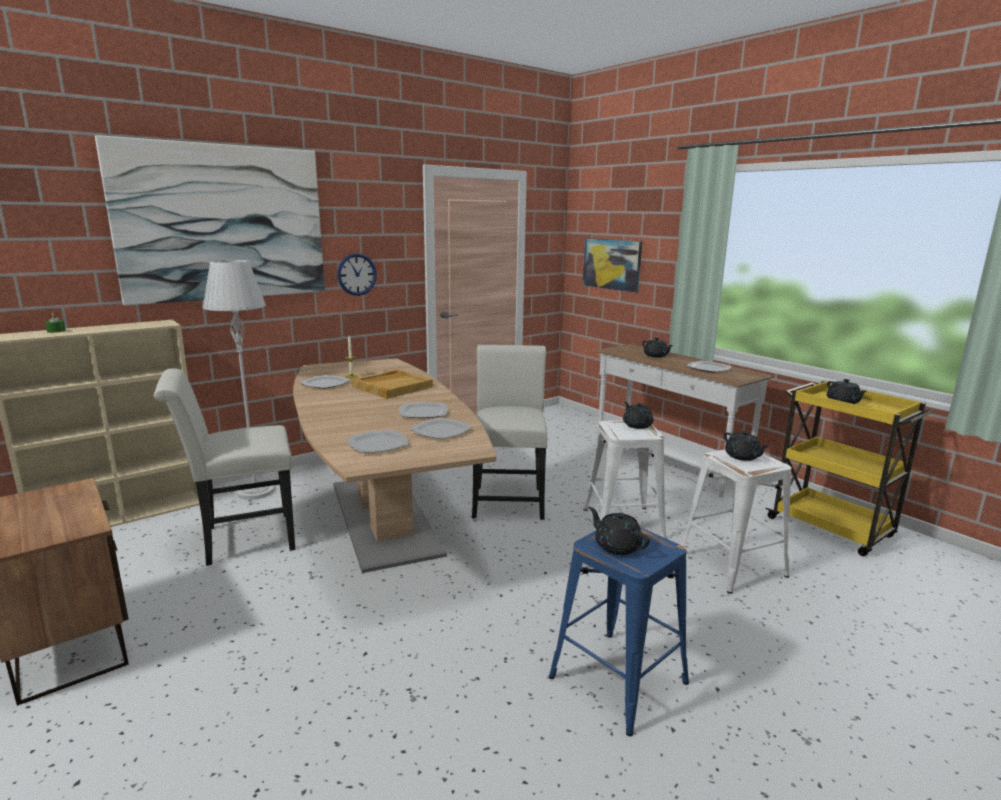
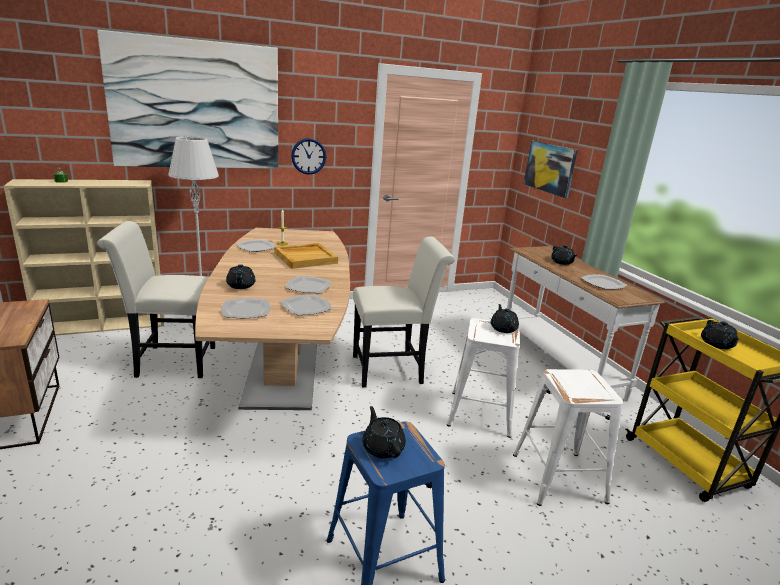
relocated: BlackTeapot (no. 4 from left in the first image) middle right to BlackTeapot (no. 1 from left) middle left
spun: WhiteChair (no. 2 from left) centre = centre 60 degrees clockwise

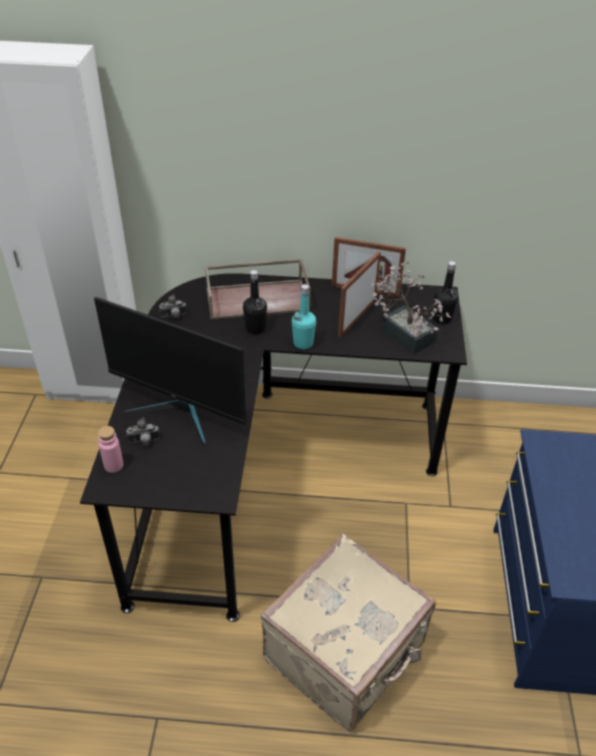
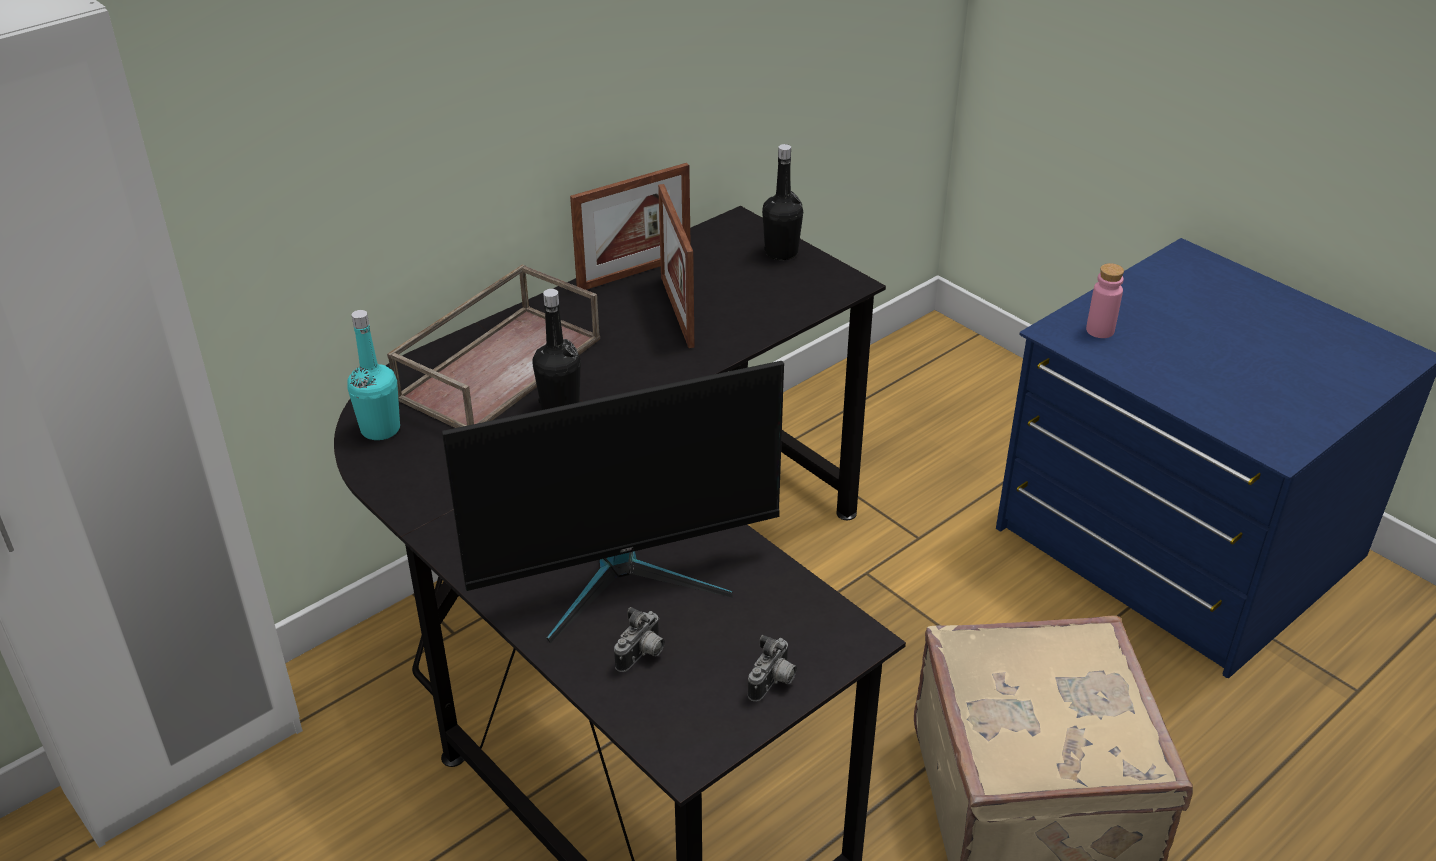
missing: PottedPlant middle right
relocated: PinkBottle middle left to middle right; PhotoCamera (no. 2 from left) middle left to bottom centre; TurquoiseBottle centre to middle left

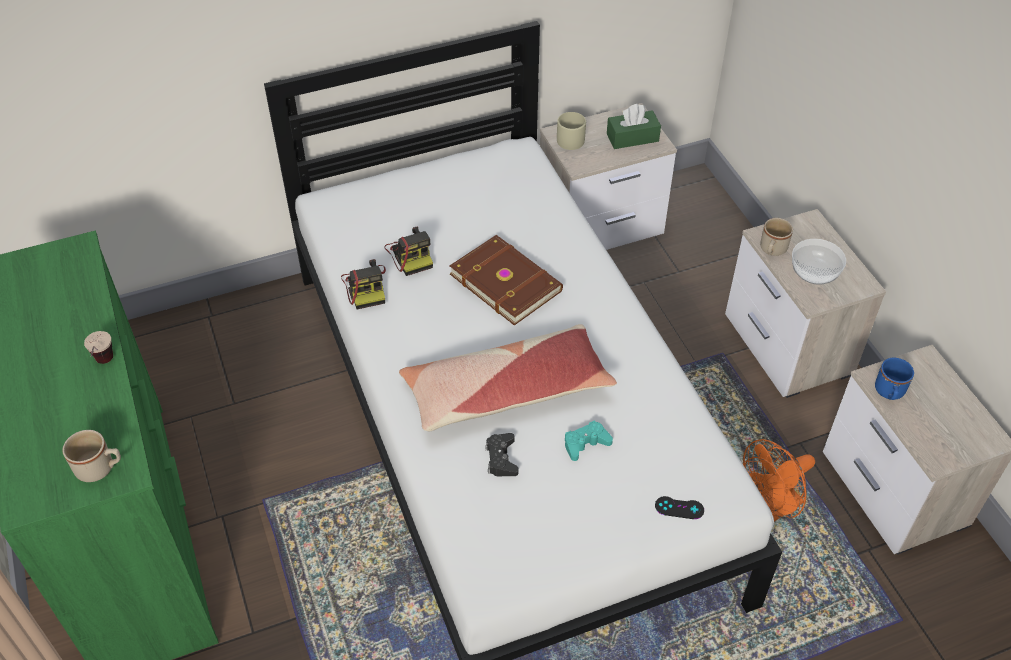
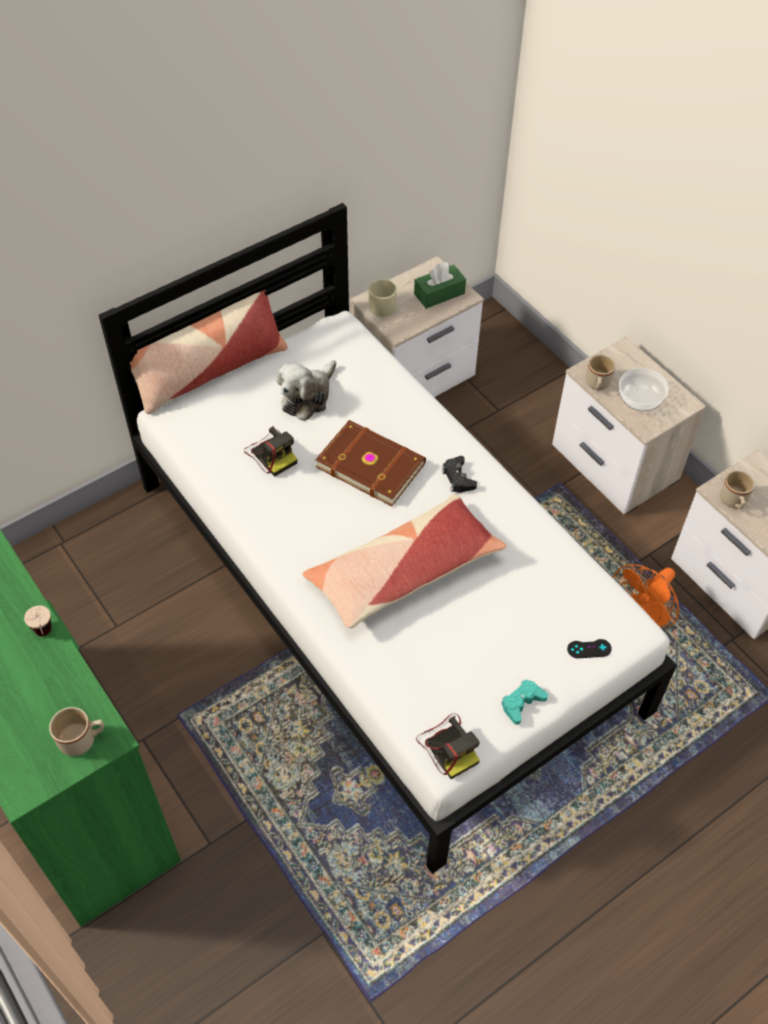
appeared: Pillow (no. 1 from left) middle left; PlushToy centre
relocated: PhotoCamera (no. 1 from left in the first image) centre to PhotoCamera (no. 2 from left) bottom centre; BlackGameController (no. 1 from left) bottom centre to centre; TurquoiseGameController bottom centre to bottom right
colour: BlueMug middle right to BeigeMug (no. 4 from left) middle right

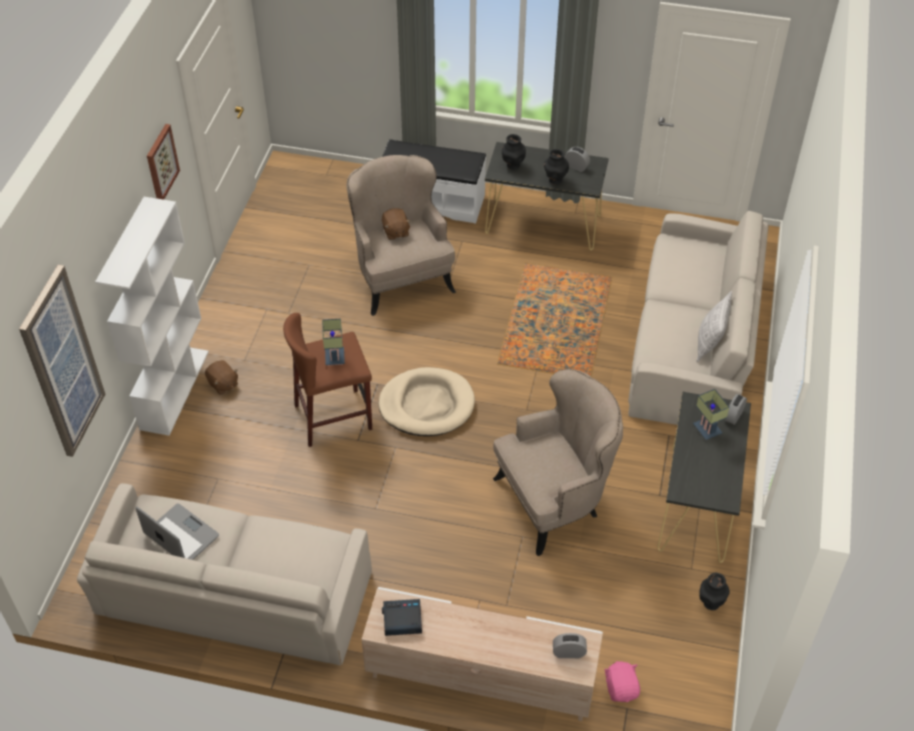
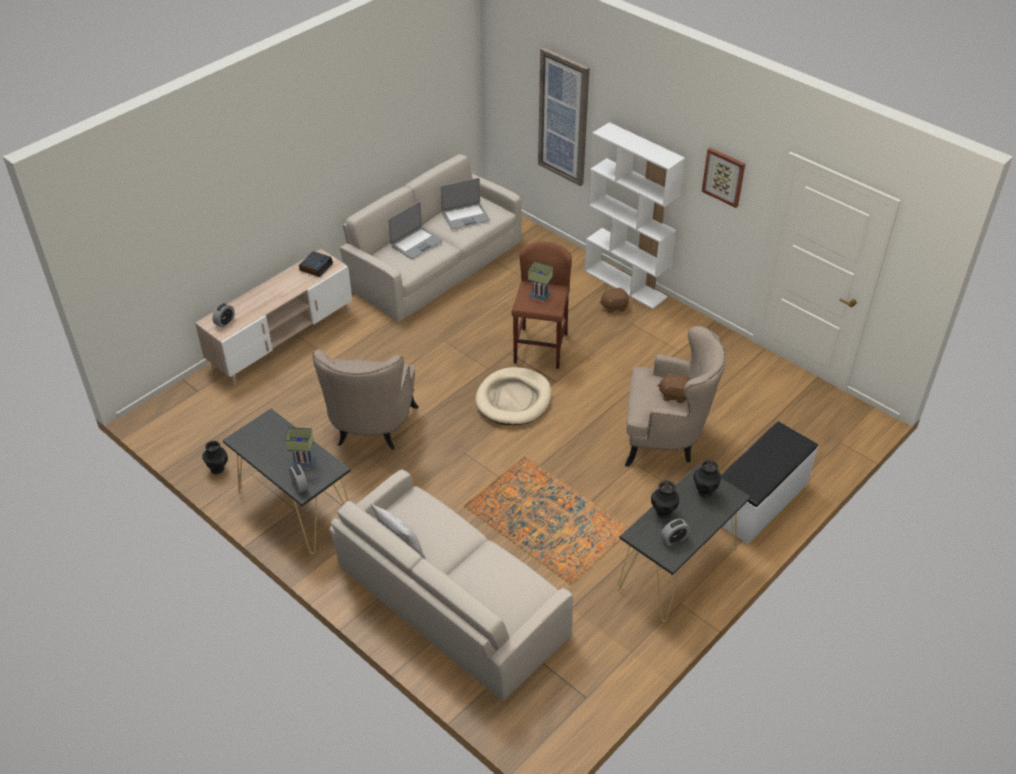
missing: PinkPlushToy bottom right
appeared: Laptop (no. 1 from left) top centre

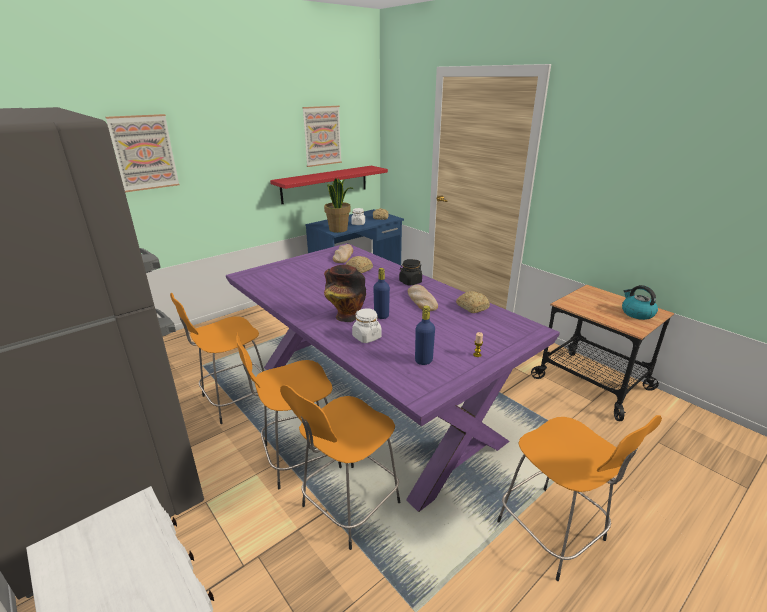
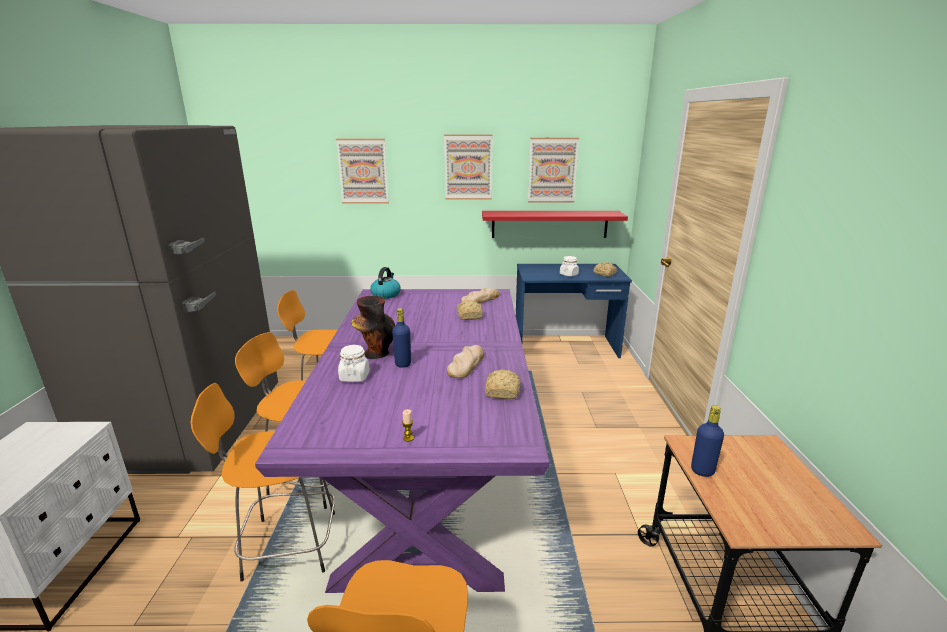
missing: PottedPlant centre; BlackJar centre
appeared: Picture (no. 2 from left) top centre
relocated: BlueBottle (no. 2 from left) centre to bottom right; Kettle middle right to centre

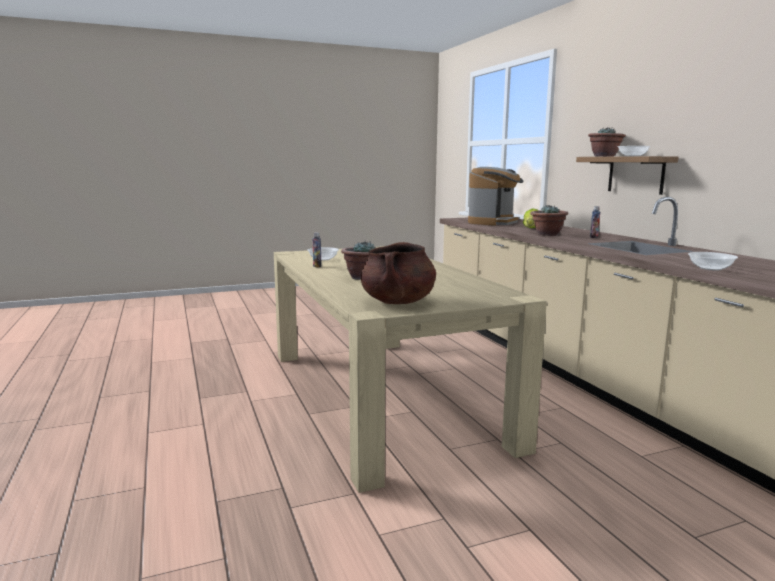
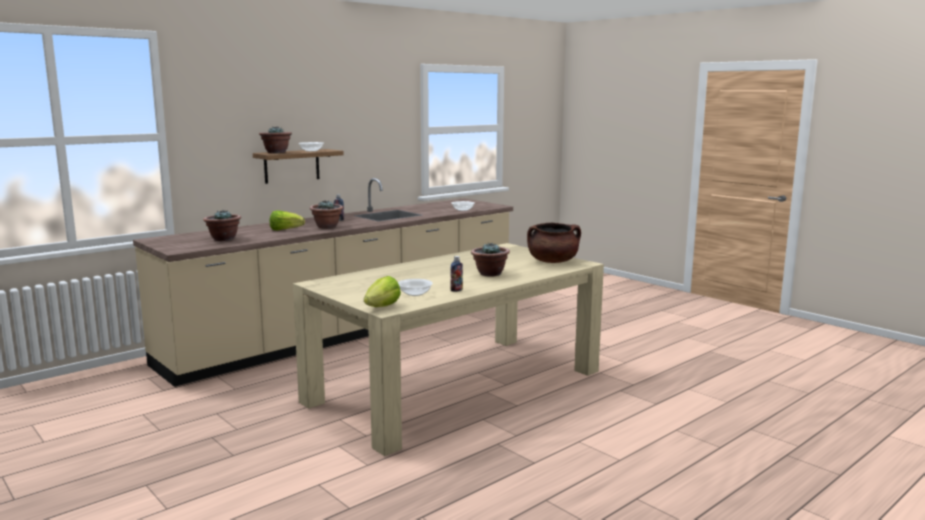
appeared: Lettuce (no. 2 from left) centre
exchanged: CoffeeMachine centre to PottedPlant (no. 1 from left) middle left

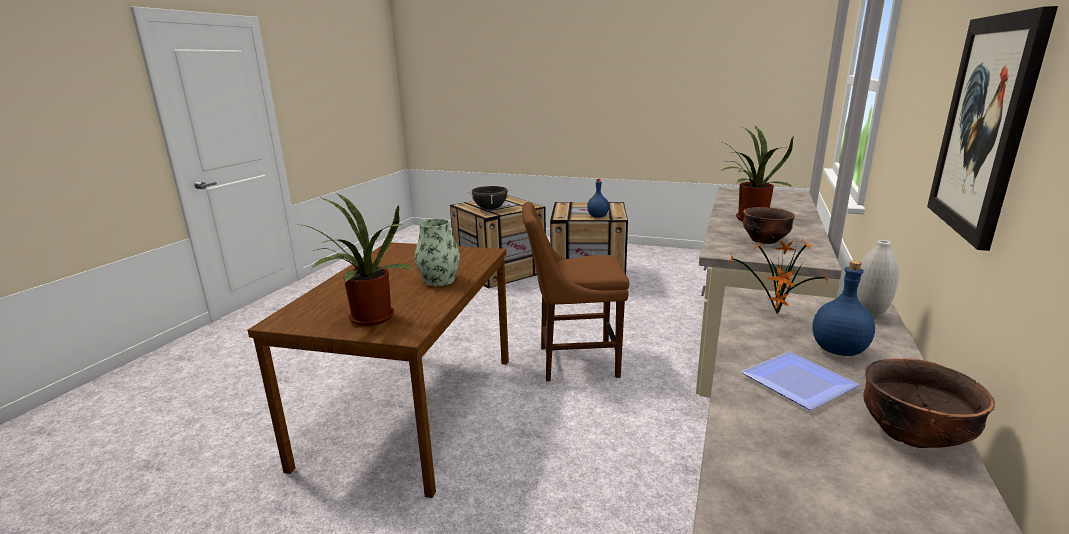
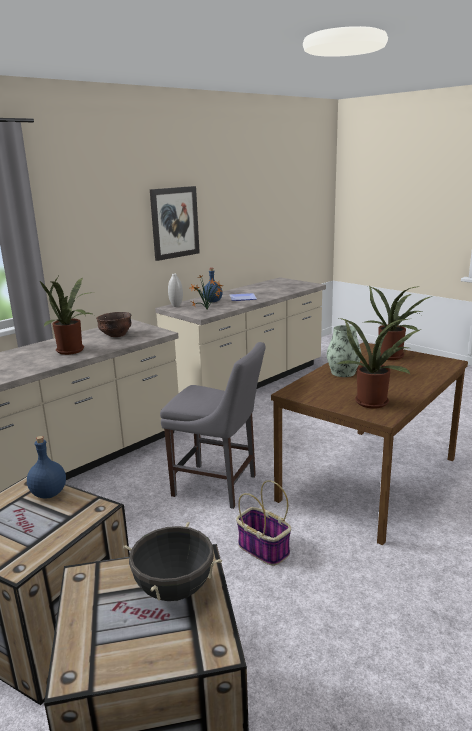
missing: BrownBowl (no. 2 from left) bottom right
appeared: Basket bottom centre; PottedPlant (no. 3 from left) middle right
colour: BrownChair centre to GreyChair centre

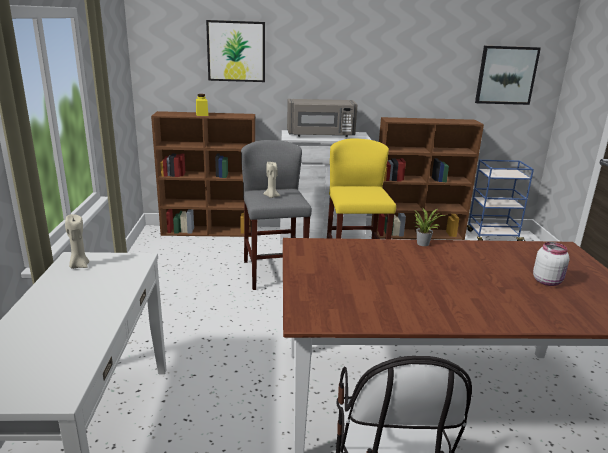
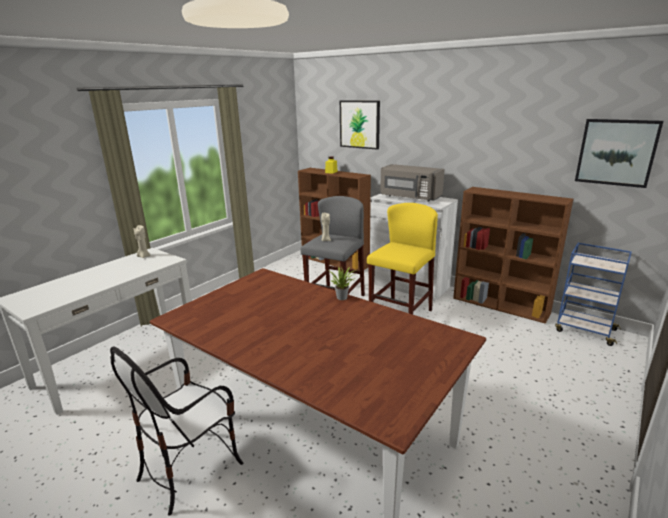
missing: WhiteJar middle right

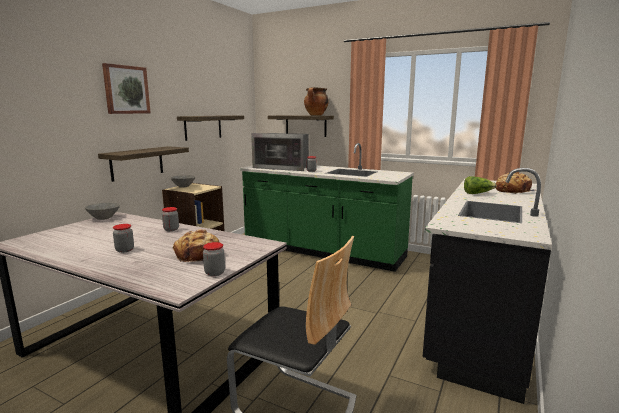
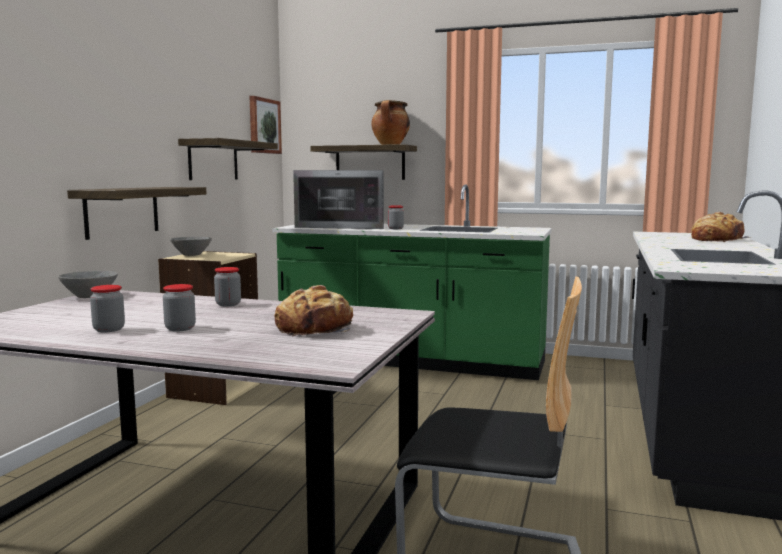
missing: Lettuce middle right
relocated: Picture top left to top centre; Jar (no. 3 from left in the first image) centre to Jar (no. 1 from left) middle left

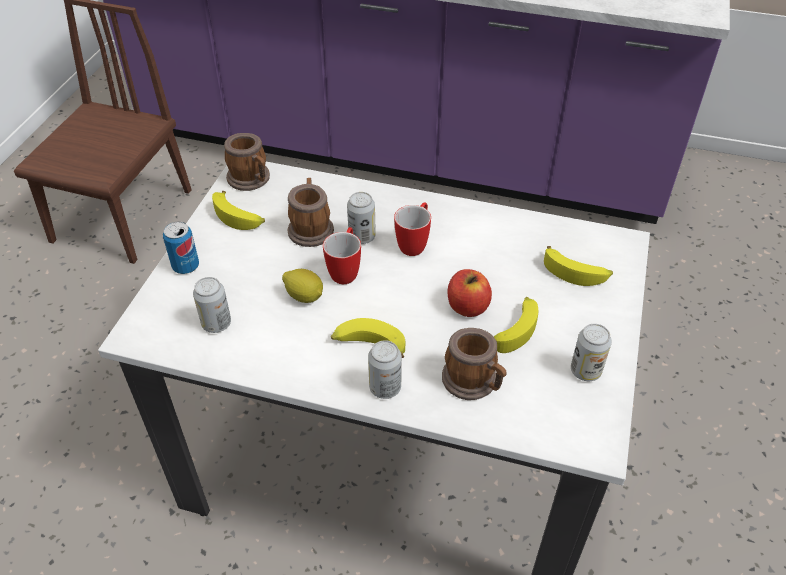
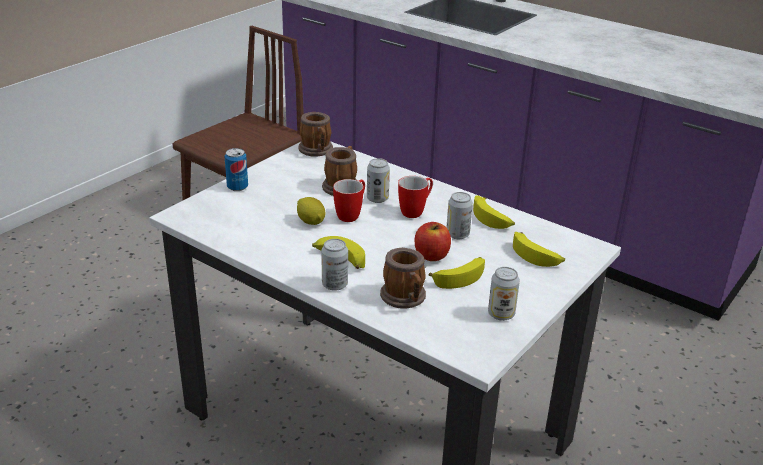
relocated: Can (no. 2 from left in the first image) middle left to Can (no. 4 from left) centre; Banana (no. 1 from left in the first image) middle left to Banana (no. 3 from left) centre

